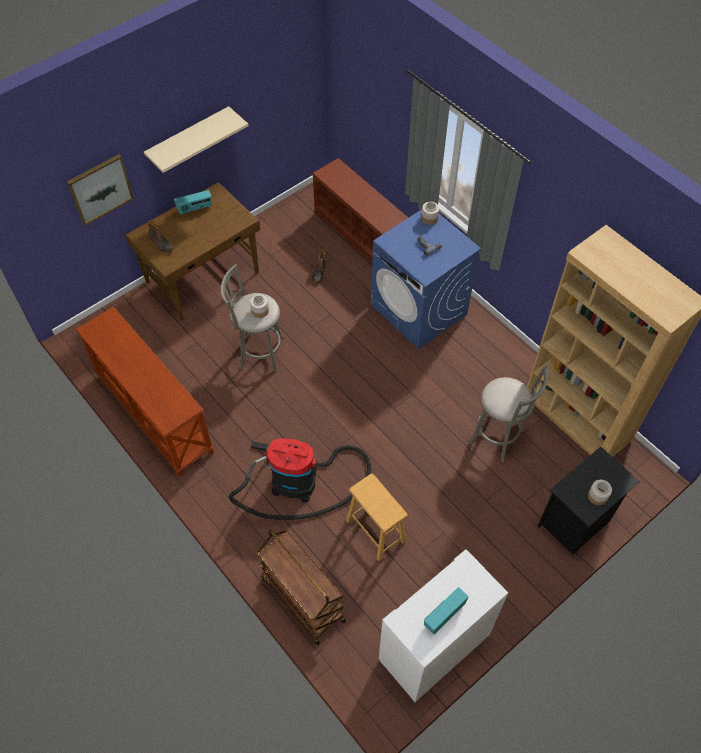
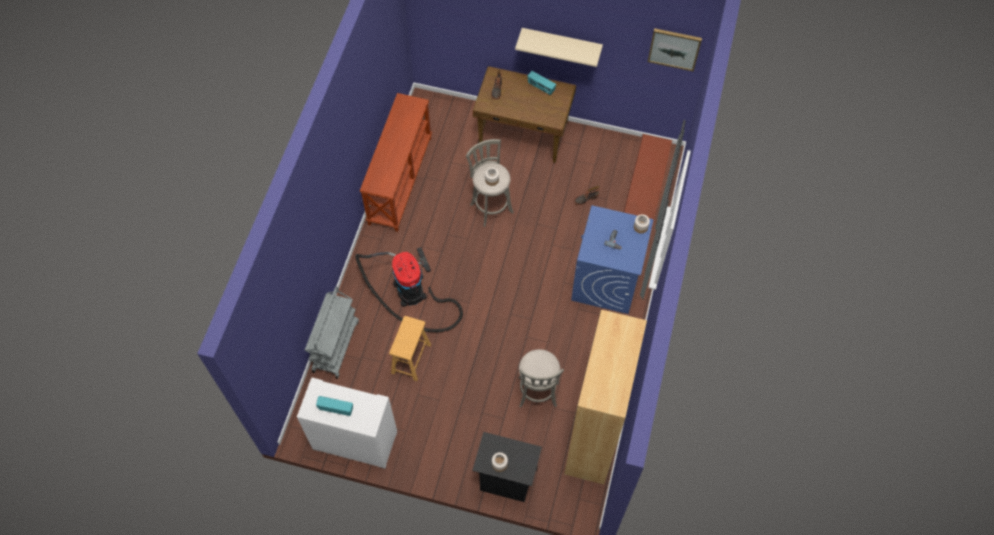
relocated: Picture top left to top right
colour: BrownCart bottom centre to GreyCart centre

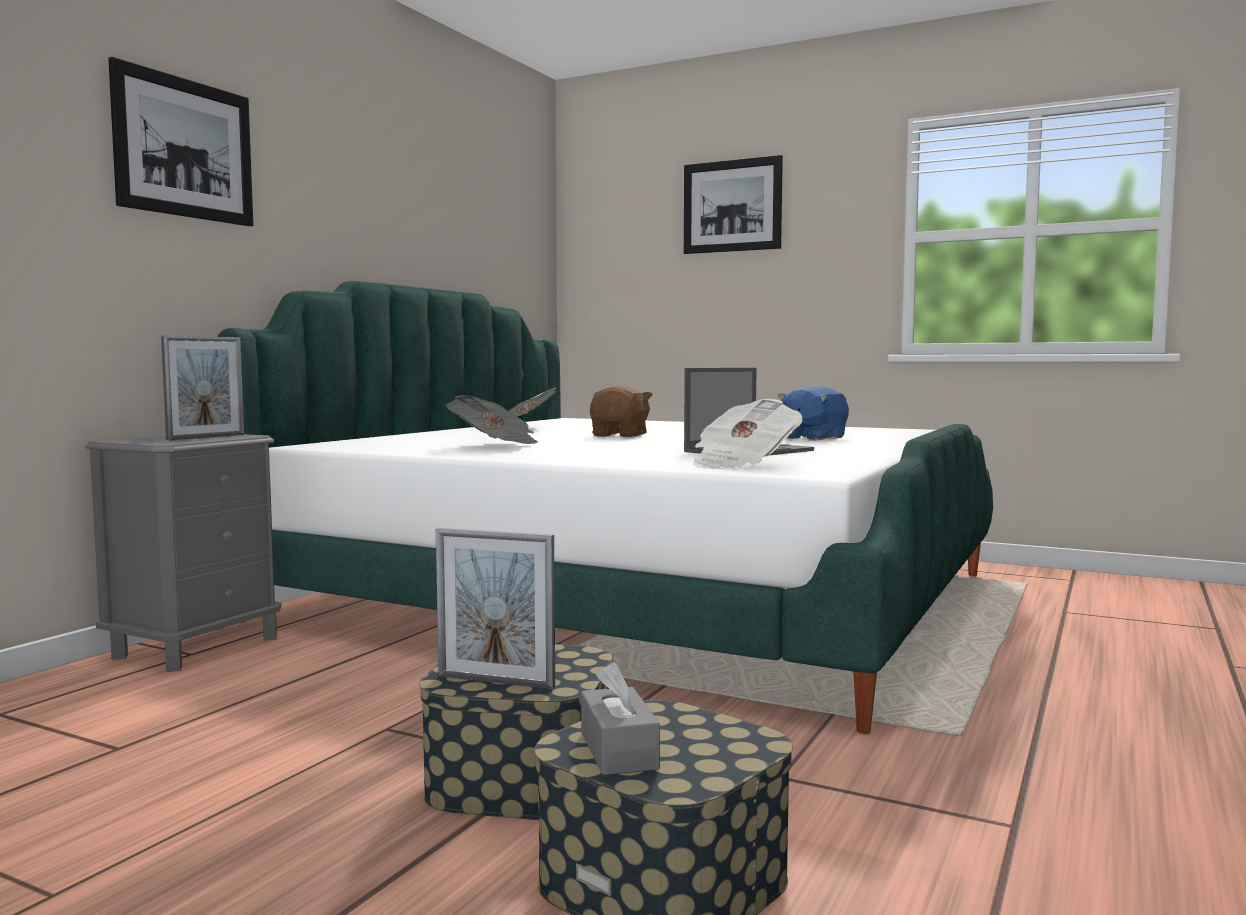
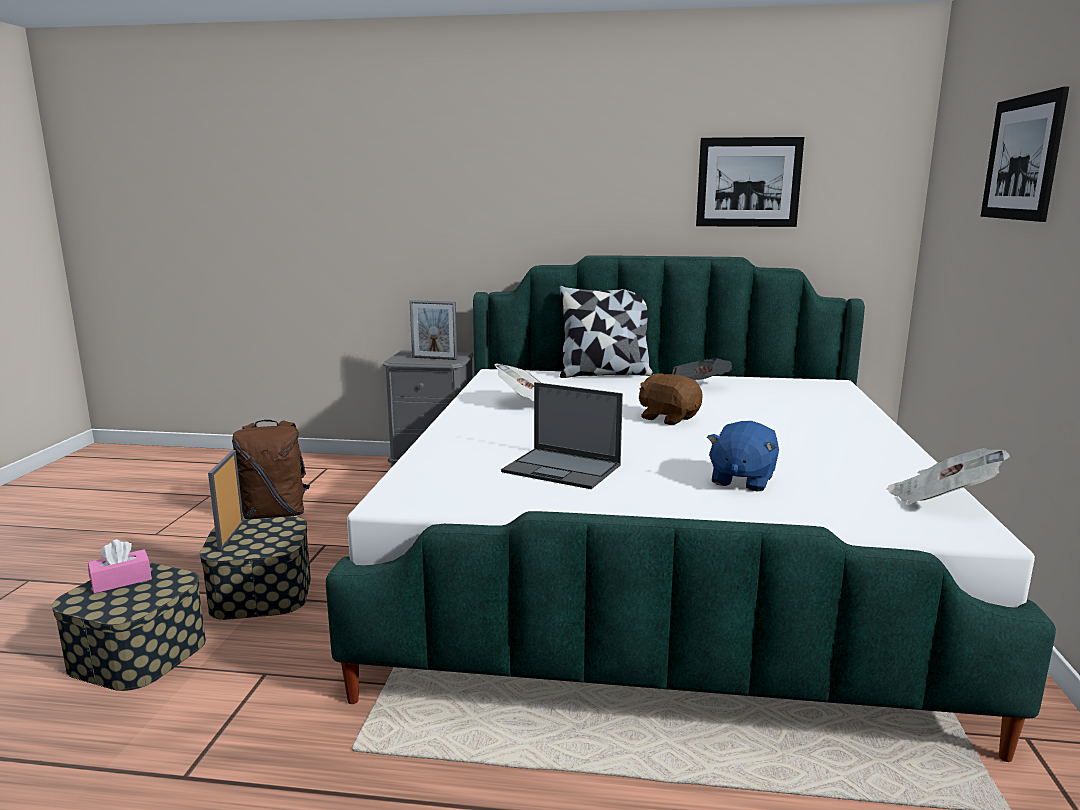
appeared: BrownBackpack middle left; Pillow centre
relocated: Picture (no. 1 from left) top left to top right; Newspaper (no. 3 from left) centre to middle right
colour: GreyTissueBox bottom centre to PinkTissueBox bottom left
spun: BrownPlushToy centre = centre 135 degrees counterclockwise; BluePlushToy centre = middle right 90 degrees counterclockwise

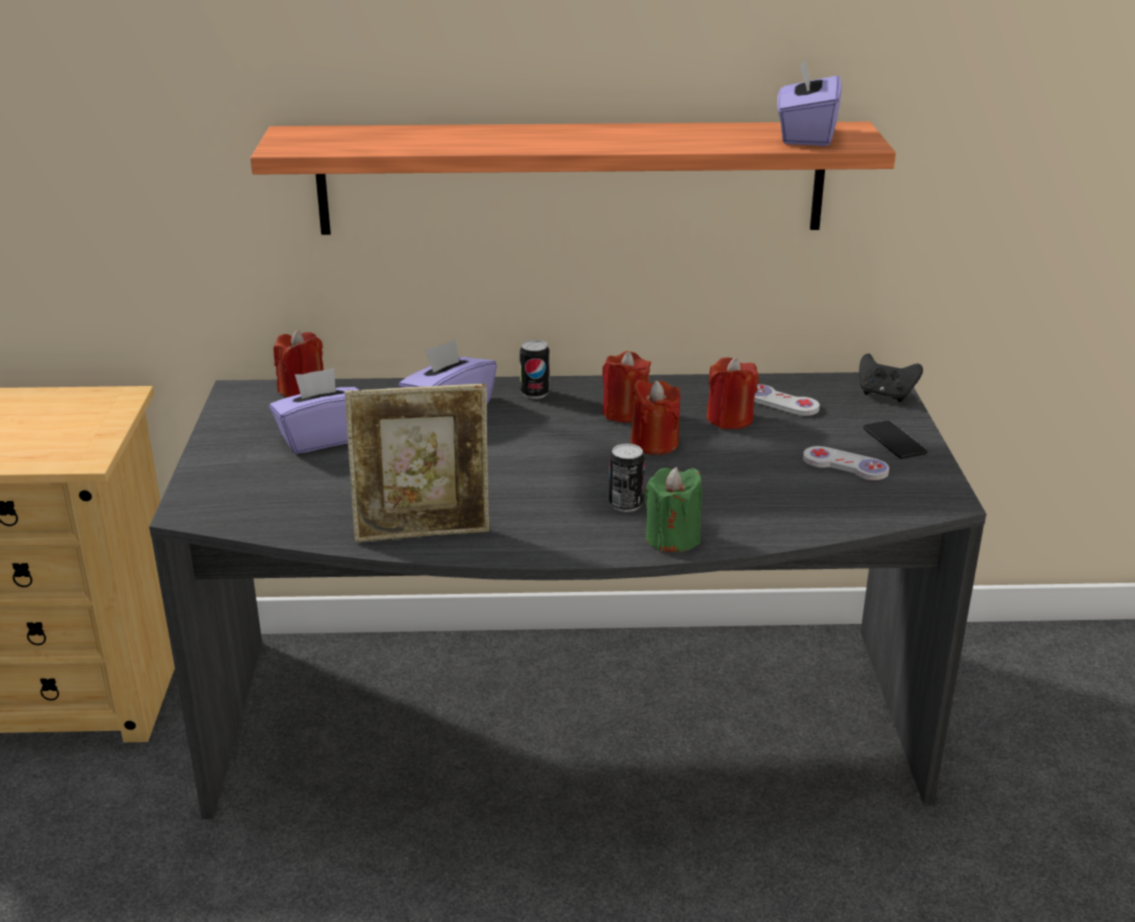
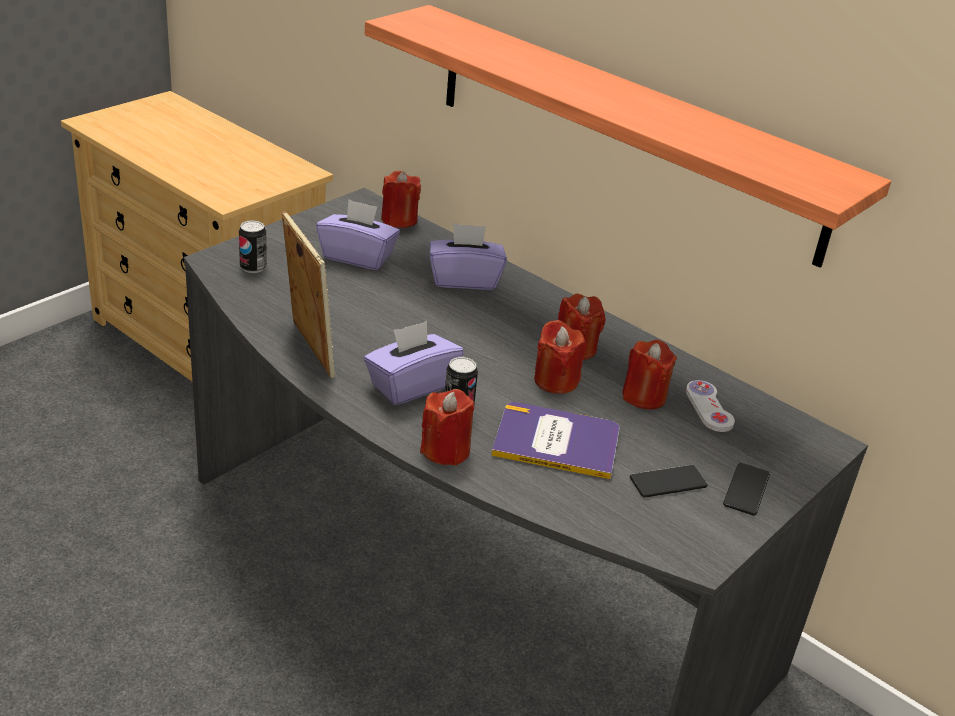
missing: BlackGameController middle right
appeared: Book centre
relocated: Can (no. 1 from left) centre to middle left; PurpleTissueBox (no. 3 from left in the first image) top right to PurpleTissueBox (no. 2 from left) centre
exchanged: WhiteGameController (no. 2 from left) middle right to Phone (no. 1 from left) bottom right
colour: GreenCandle centre to RedCandle (no. 2 from left) centre
spun: PictureFrame centre = middle left 150 degrees counterclockwise

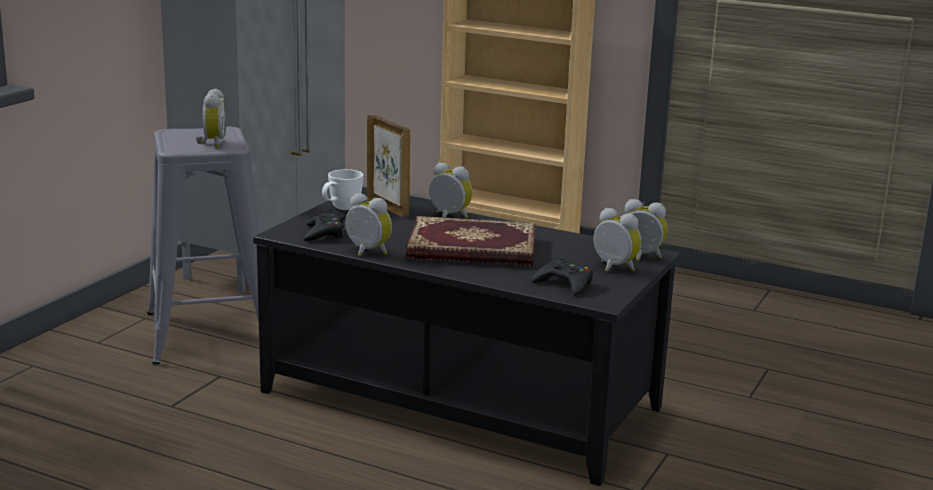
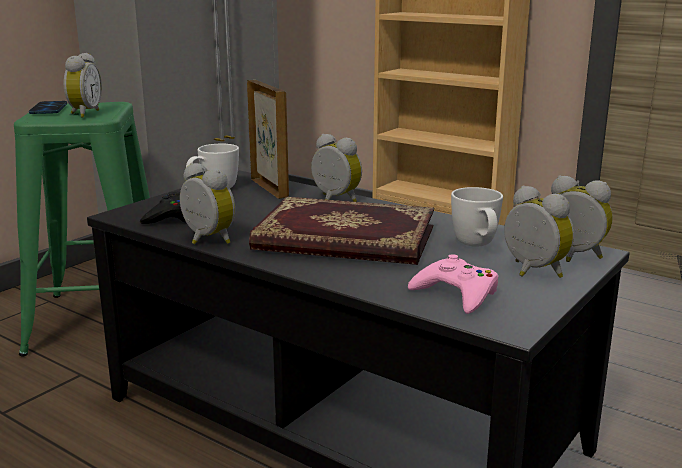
appeared: Phone top left; WhiteMug (no. 2 from left) middle right
colour: GreyStool middle left to GreenStool middle left; BlackGameController (no. 2 from left) centre to PinkGameController centre

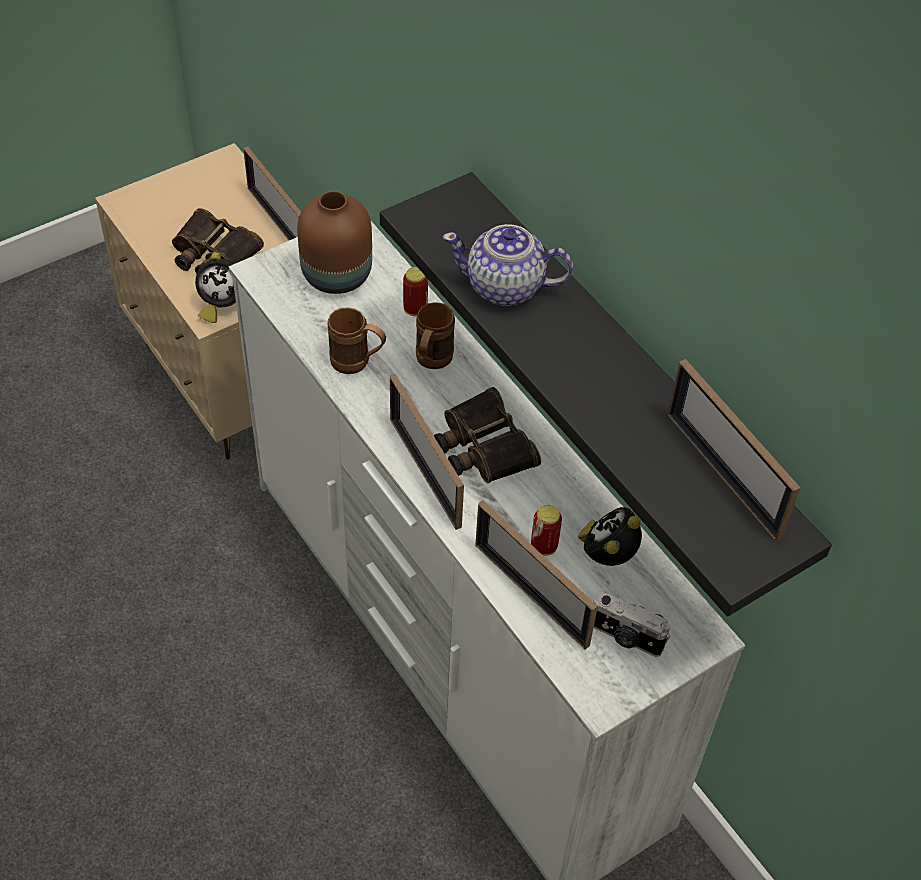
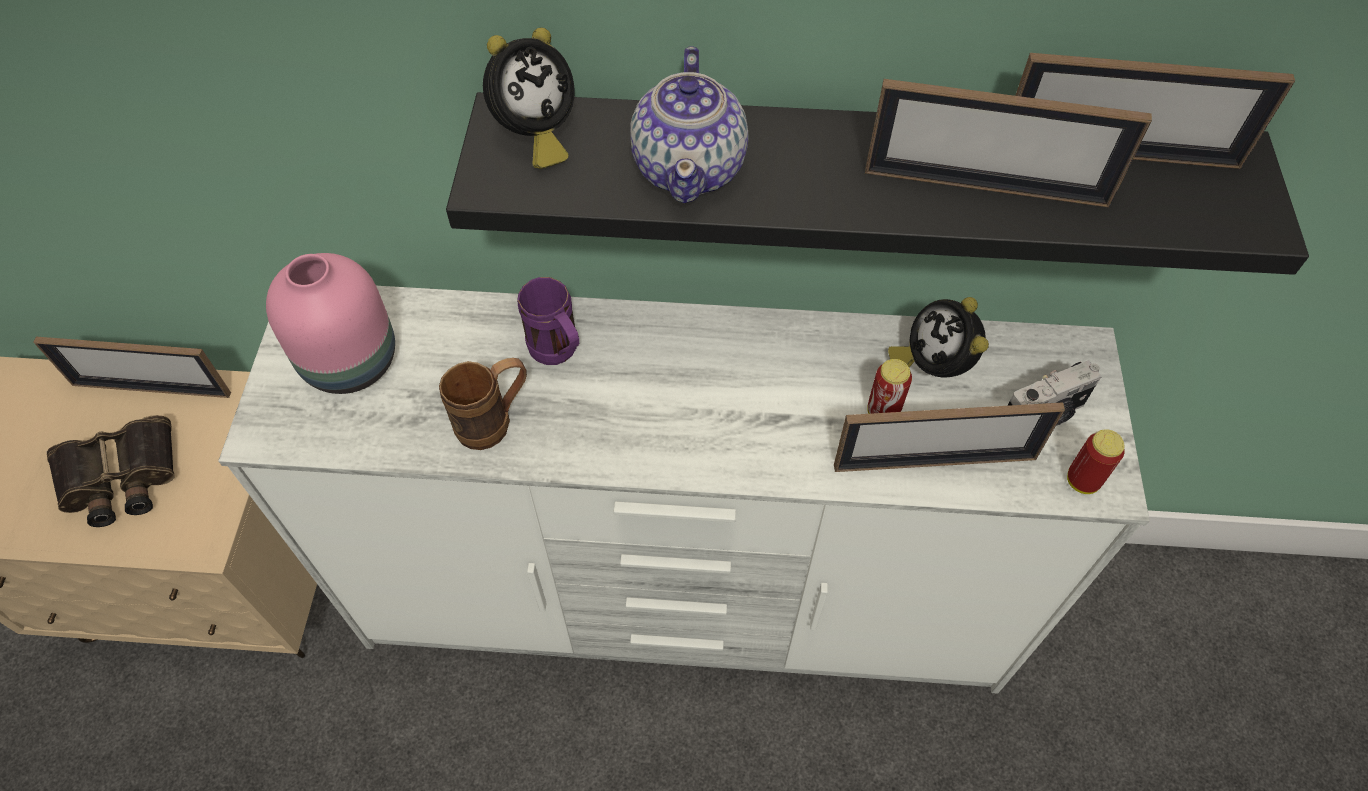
missing: Binoculars (no. 2 from left) centre
relocated: AlarmClock (no. 1 from left) top left to top centre; PictureFrame (no. 2 from left in the first image) centre to PictureFrame (no. 3 from left) top right; Can (no. 1 from left in the first image) top centre to Can (no. 2 from left) middle right
colour: BrownVase top centre to PinkVase middle left; BrownMug (no. 2 from left) centre to PurpleMug centre
spun: Teapot top centre = top centre 45 degrees counterclockwise

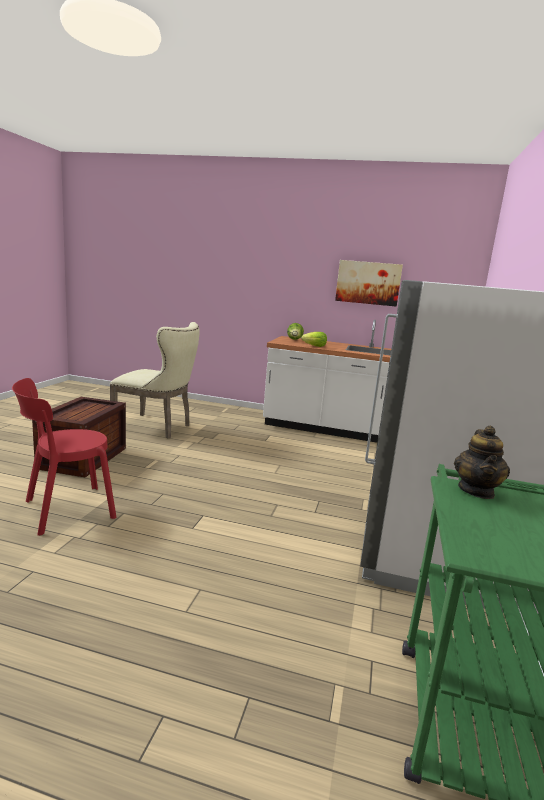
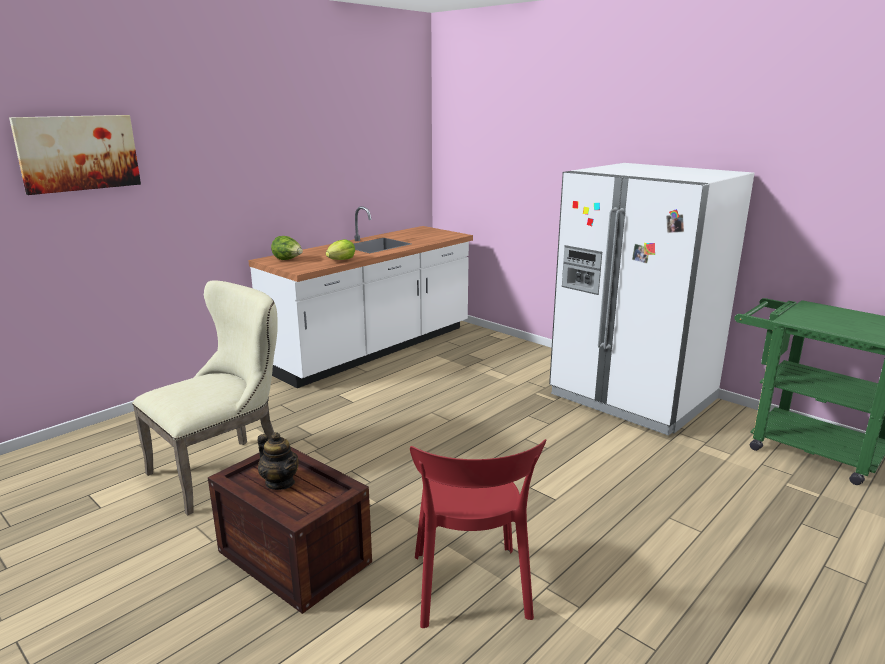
relocated: Picture middle right to top left; Teapot middle right to bottom left

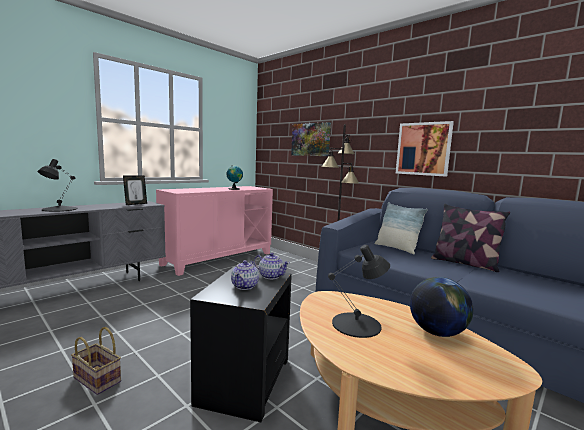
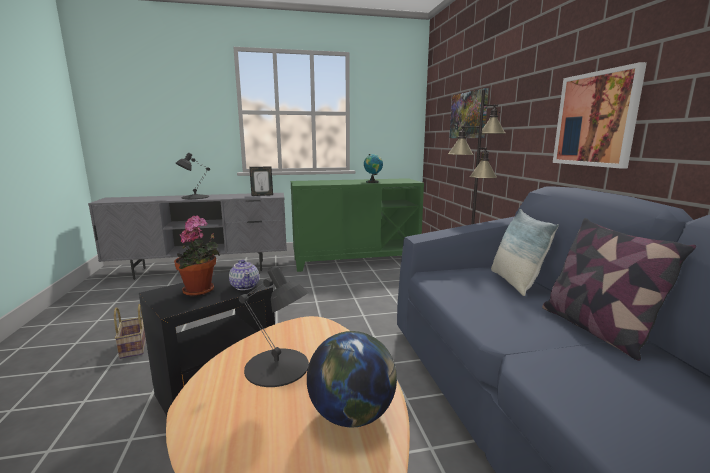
exchanged: Teapot (no. 1 from left) centre to PottedPlant middle left
colour: PinkCabinet centre to GreenCabinet centre

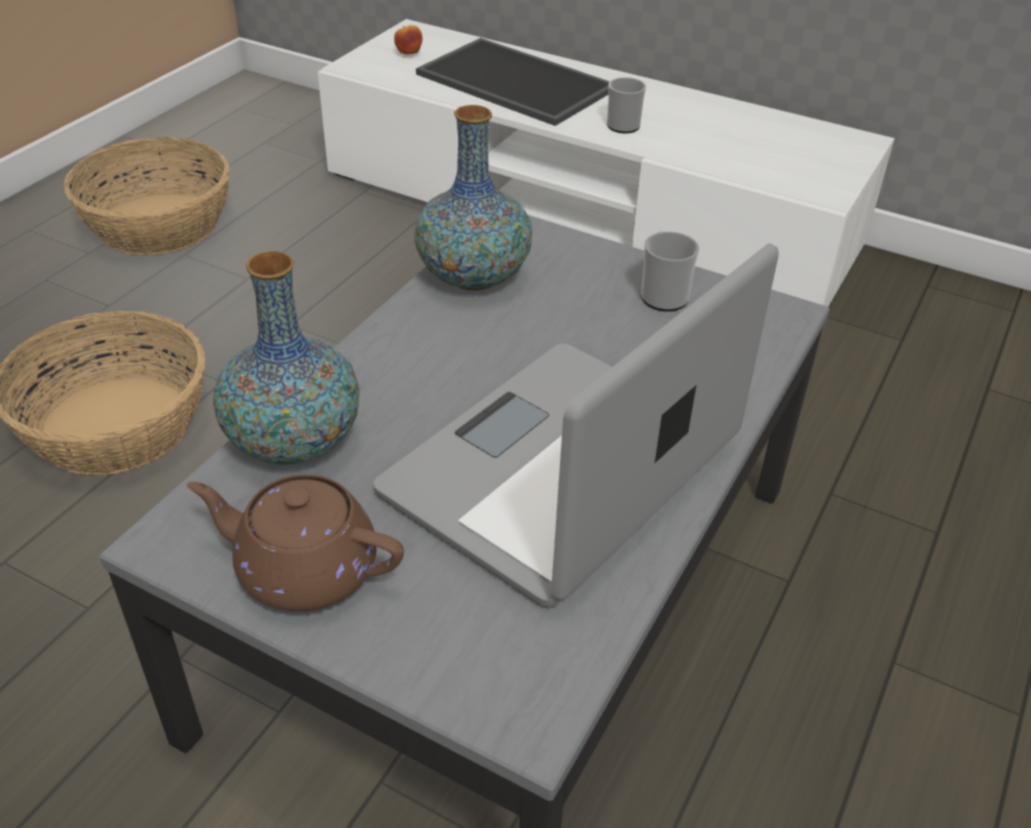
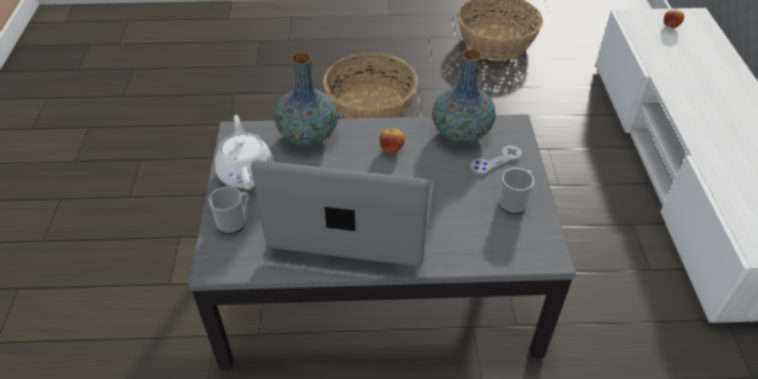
missing: Tray top centre
appeared: Apple (no. 1 from left) centre; GreyGameController centre
relocated: Mug (no. 1 from left) top centre to middle left
colour: BrownTeapot middle left to WhiteTeapot middle left

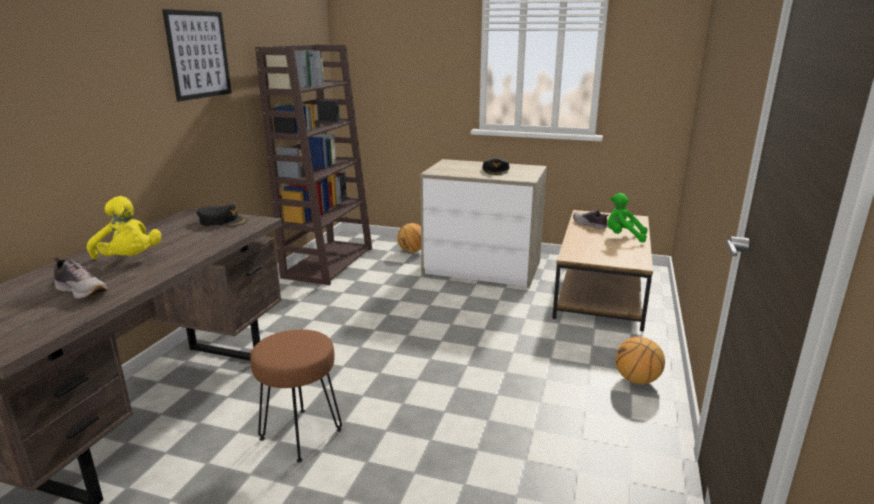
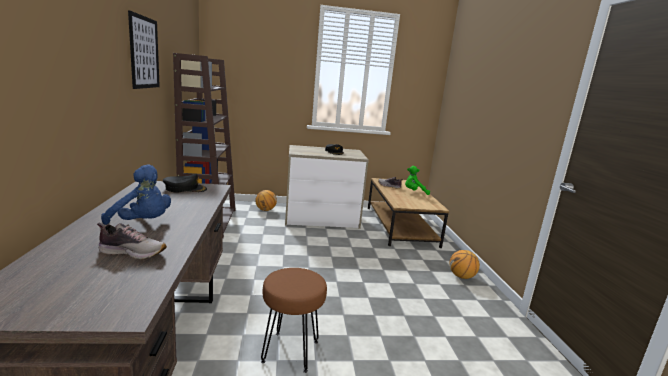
colour: YellowPlushToy middle left to BluePlushToy middle left

